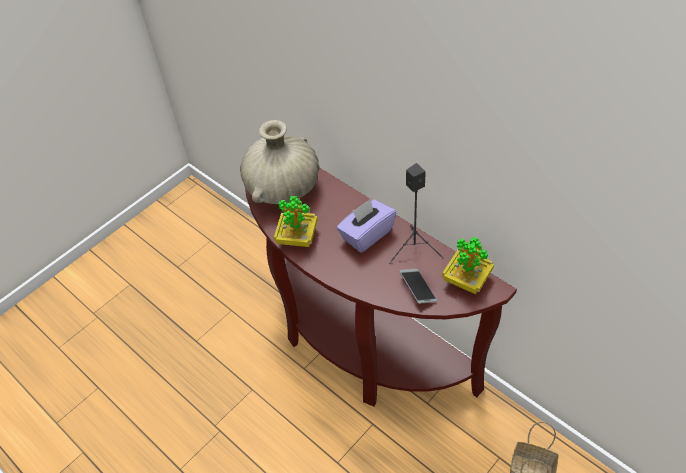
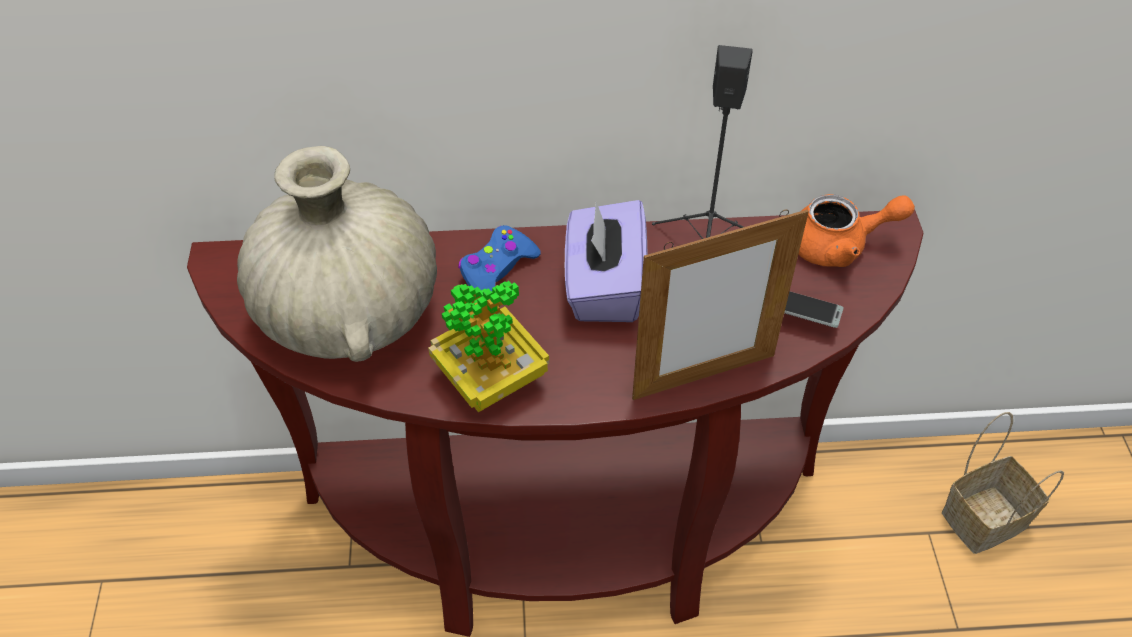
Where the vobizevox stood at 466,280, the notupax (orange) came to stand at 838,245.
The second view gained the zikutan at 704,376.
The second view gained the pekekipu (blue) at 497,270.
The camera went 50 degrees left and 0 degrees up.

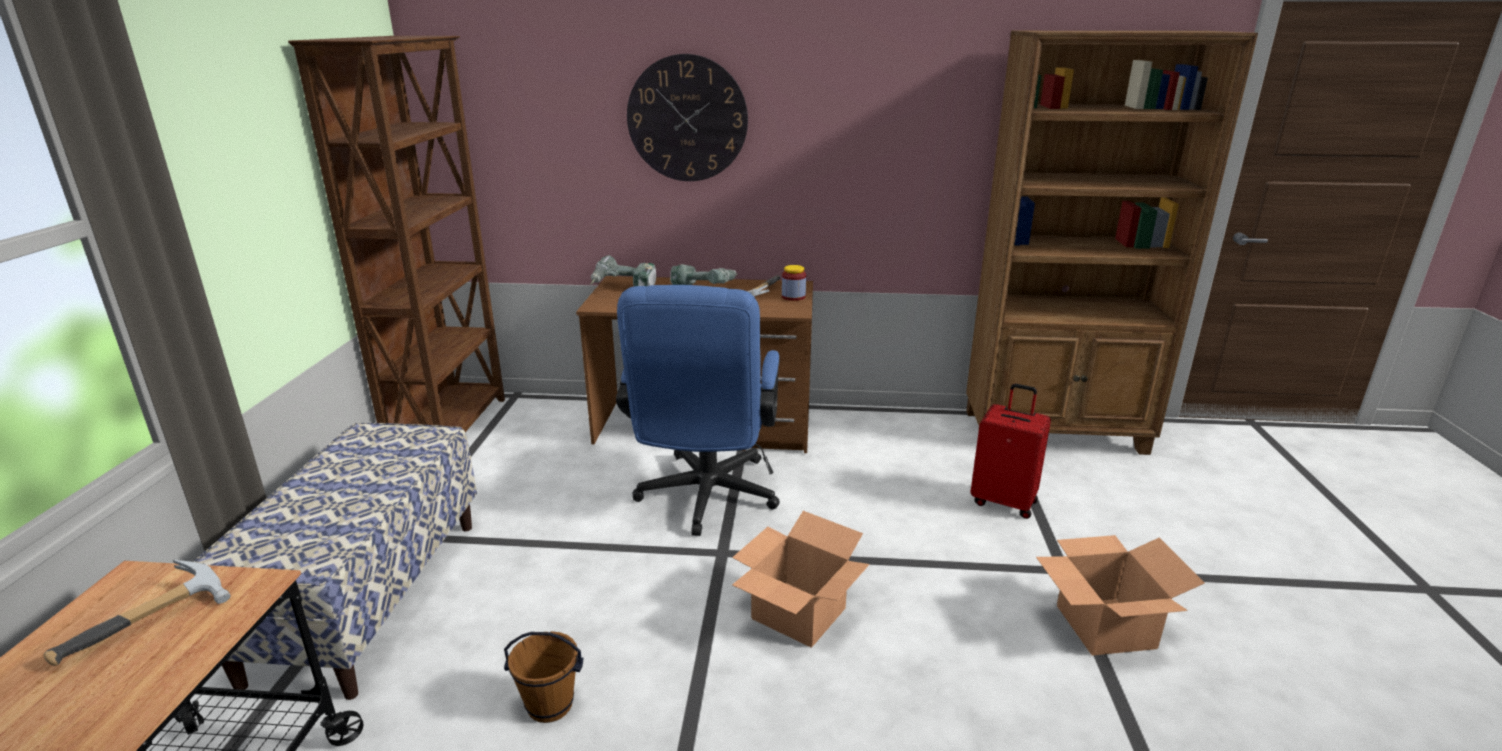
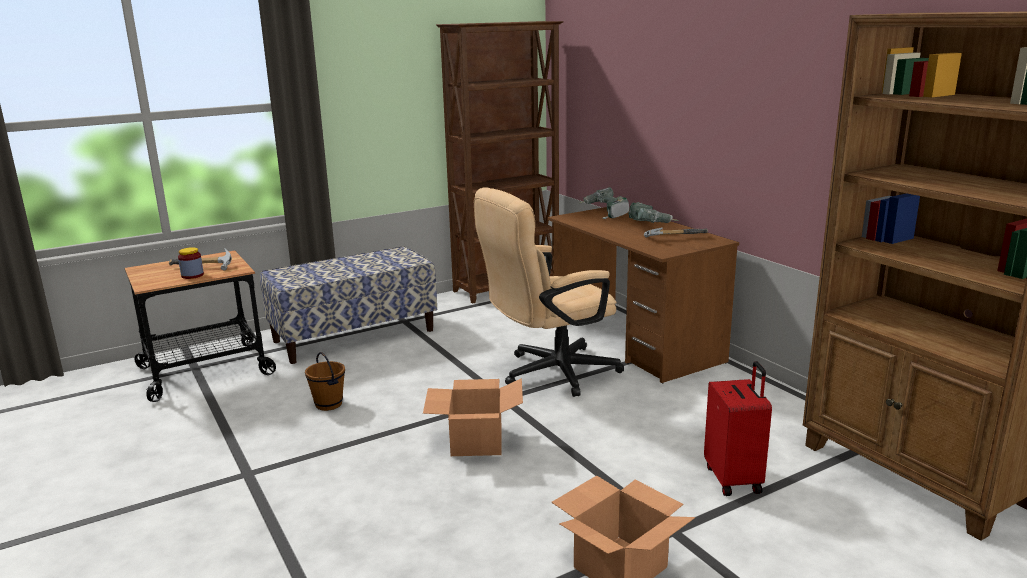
The second view lost the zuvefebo at 687,119.
The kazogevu ended up elsewhere, having gone from 793,297 to 192,275.
What was the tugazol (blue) at 705,500 turned into the tugazol (beige) at 549,374.
The camera went 55 degrees right and 5 degrees down.

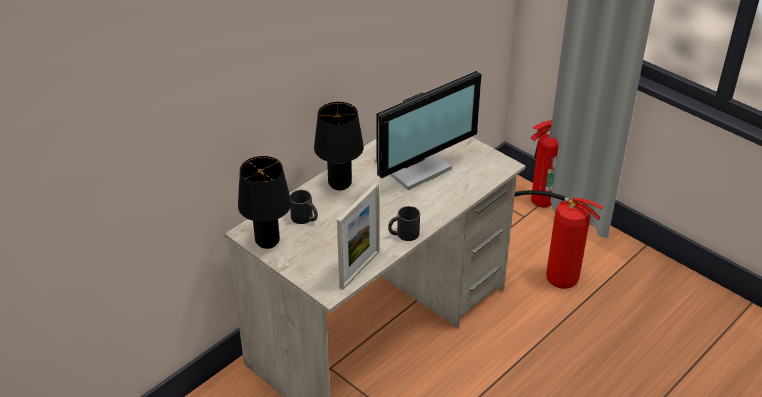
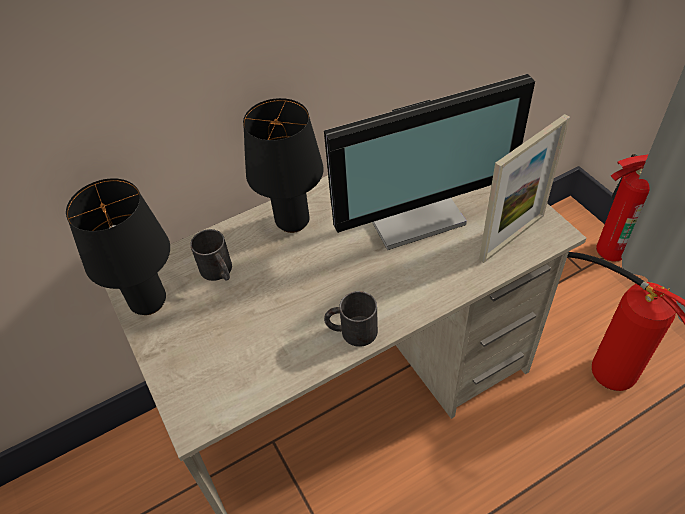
The zikutan ended up elsewhere, having gone from 359,269 to 512,237.
The camera went 20 degrees right and 10 degrees up.

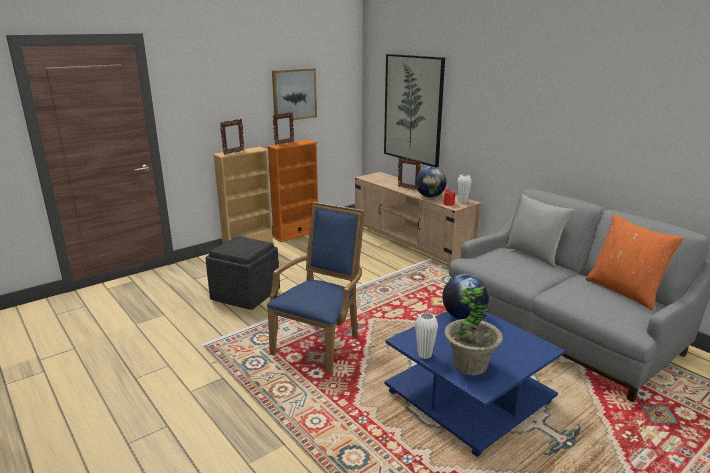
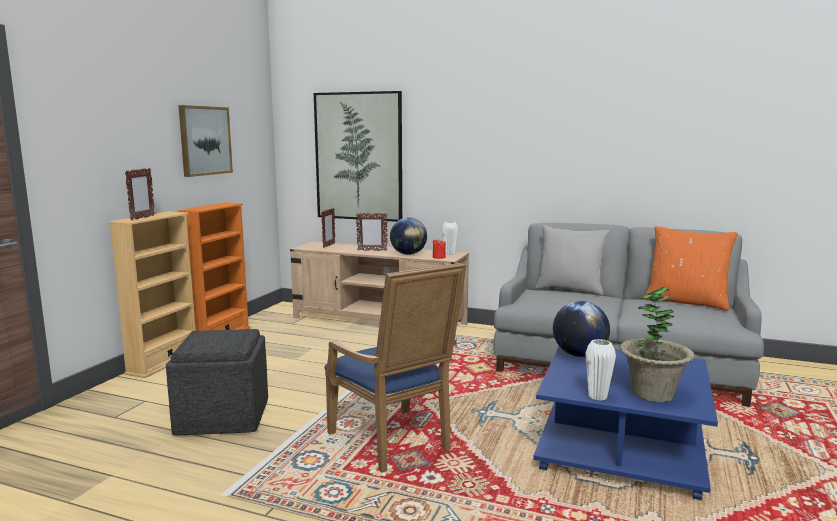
The zikutan ended up elsewhere, having gone from 284,143 to 328,245.
The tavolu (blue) at 320,343 ended up facing another way, 150 degrees clockwise from before.
The camera went 30 degrees left and 10 degrees down.

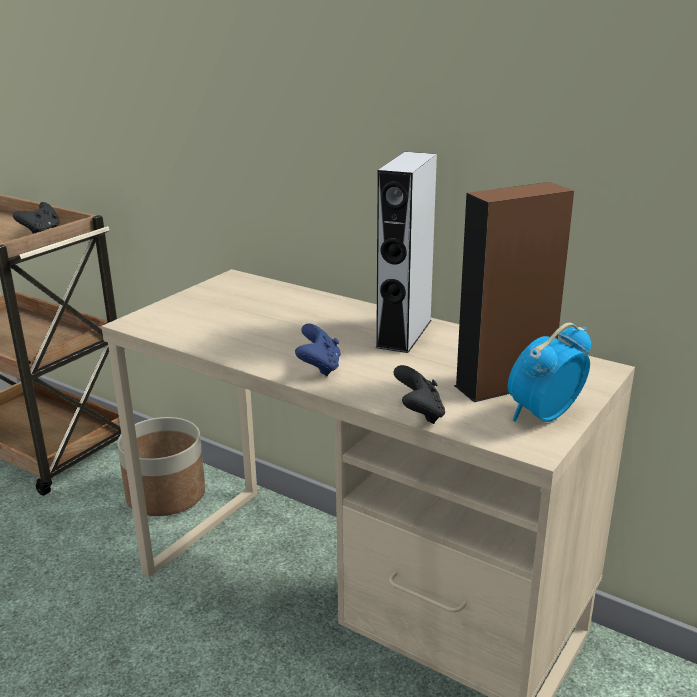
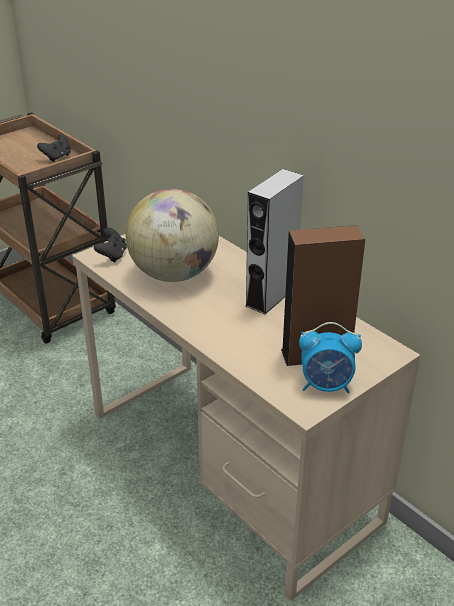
The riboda at 543,416 ended up facing another way, 150 degrees counterclockwise from before.
The second view lost the pekekipu (blue) at 319,367.
The pekekipu (black) ended up elsewhere, having gone from 419,414 to 112,256.
The second view lost the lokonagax at 166,494.
The second view gained the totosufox at 174,274.
The camera went 15 degrees right and 10 degrees up.

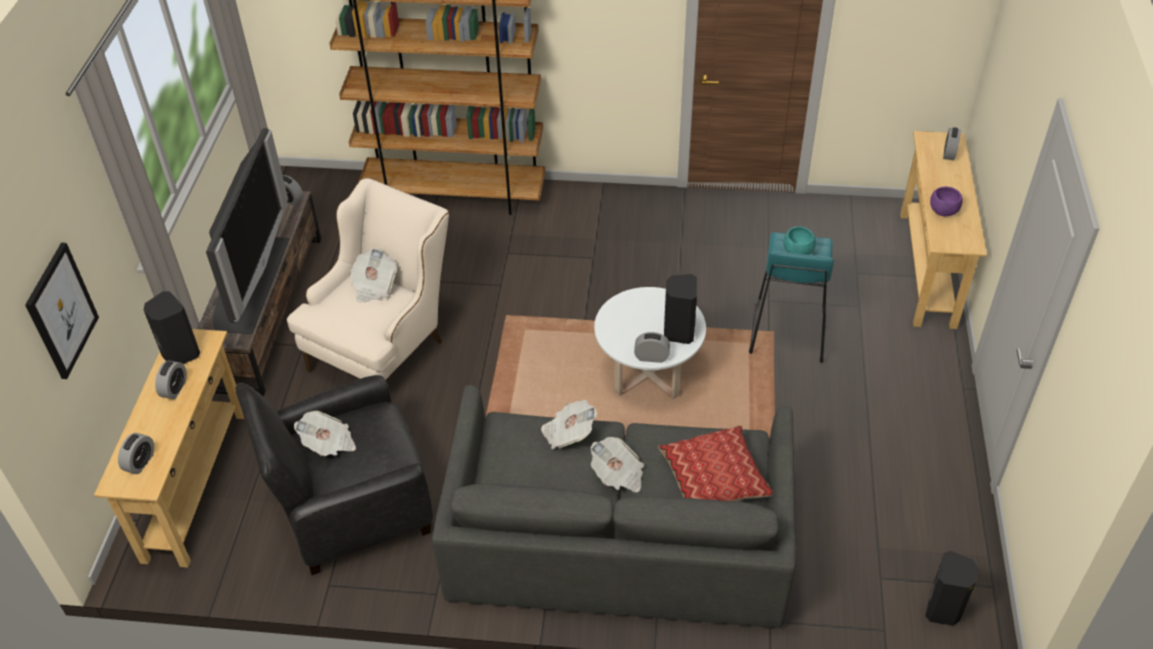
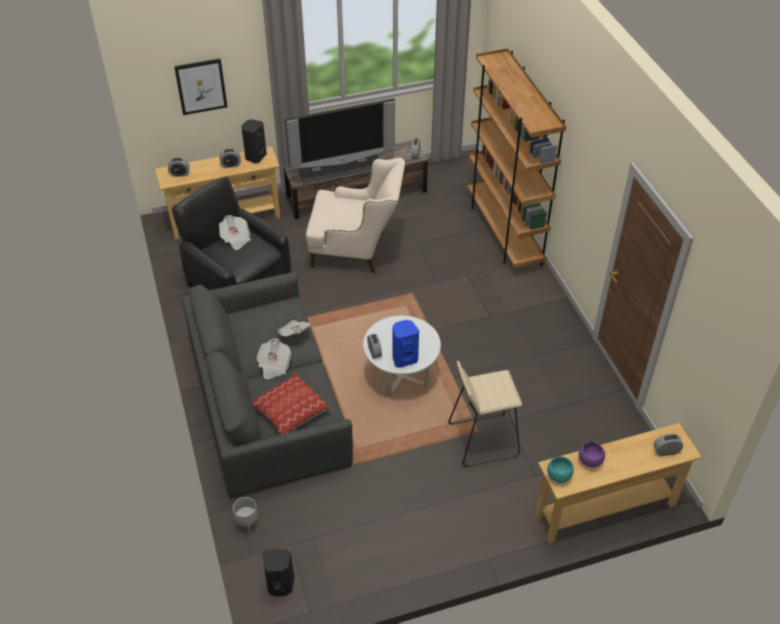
The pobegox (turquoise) ended up elsewhere, having gone from 797,252 to 558,476.
What was the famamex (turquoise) at 787,333 turned into the famamex (beige) at 482,439.
The second view lost the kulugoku at 373,286.
What was the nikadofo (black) at 678,331 turned into the nikadofo (blue) at 404,358.
The second view gained the lokonagax (grey) at 247,523.
The camera went 65 degrees right and 0 degrees up.

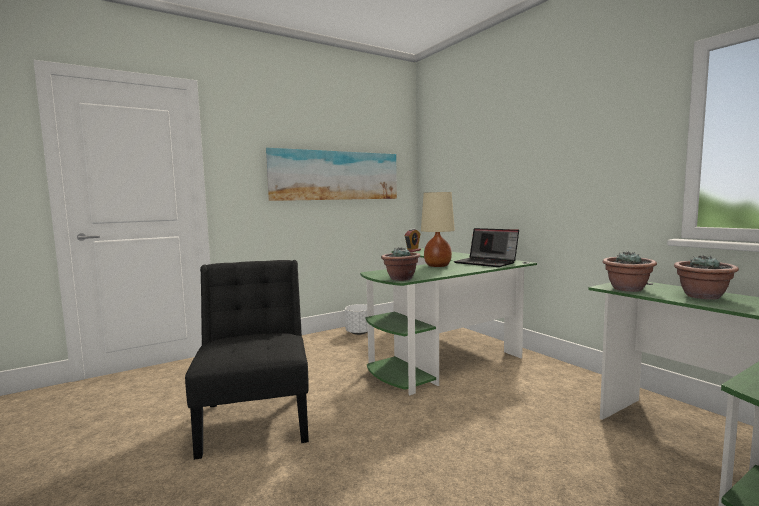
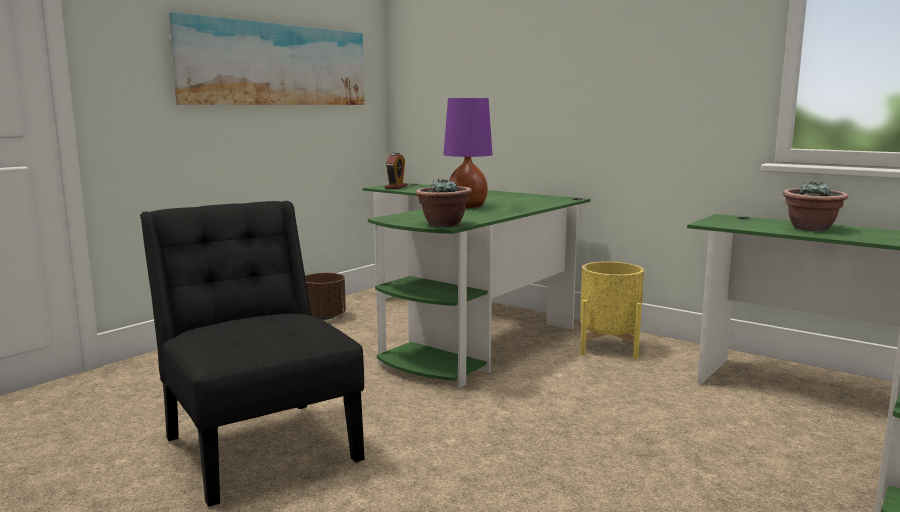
What was the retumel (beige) at 437,266 turned into the retumel (purple) at 466,206.
The second view lost the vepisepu at 486,263.
The second view lost the vobizevox at 627,289.
What was the lokonagax (white) at 359,332 turned into the lokonagax (brown) at 324,317.
The second view gained the lokonagax (yellow) at 608,347.
The camera went 20 degrees left and 5 degrees up.

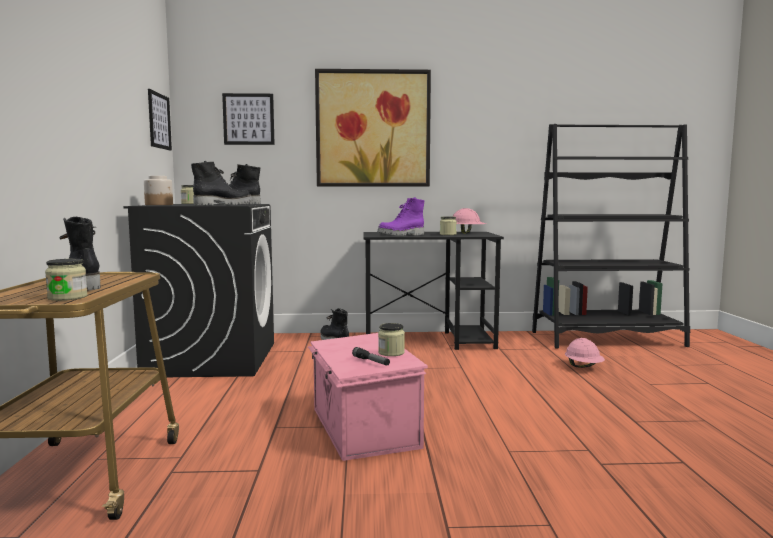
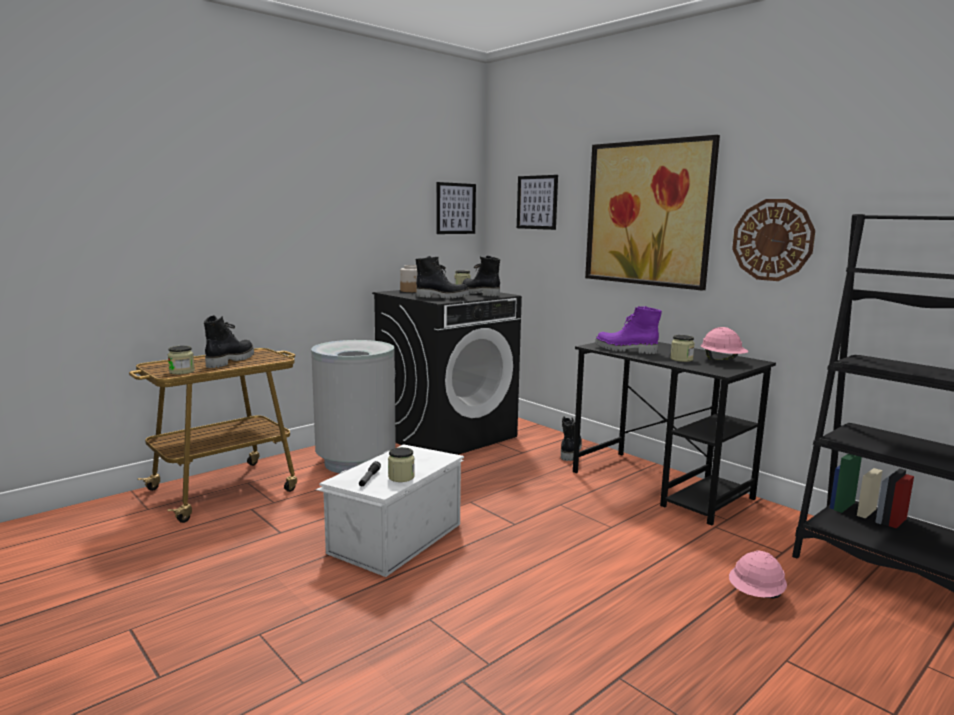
What was the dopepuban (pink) at 362,428 turned into the dopepuban (white) at 394,538.
The second view gained the zuvefebo at 772,240.
The second view gained the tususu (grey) at 356,462.
The camera went 50 degrees right and 5 degrees up.

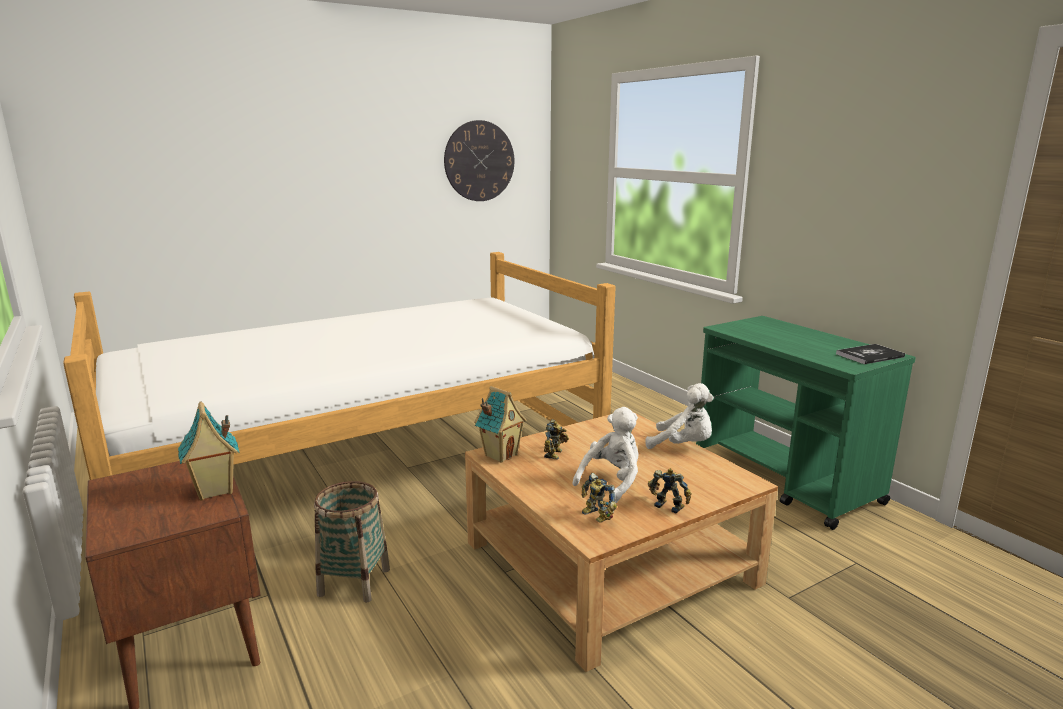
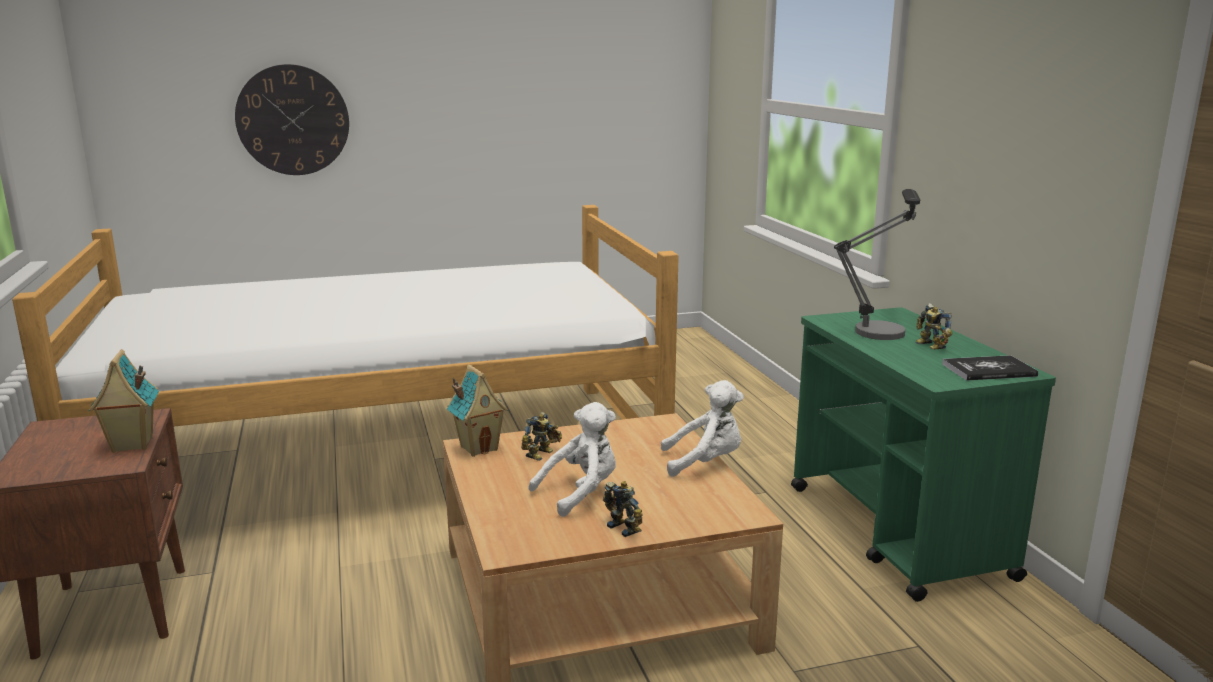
The zuvefebo ended up elsewhere, having gone from 479,161 to 293,120.
The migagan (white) at 683,446 ended up facing another way, 45 degrees counterclockwise from before.
The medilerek ended up elsewhere, having gone from 595,516 to 929,346.
The second view lost the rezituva at 354,582.
The second view gained the retumel at 882,328.
The camera went 15 degrees right and 0 degrees up.

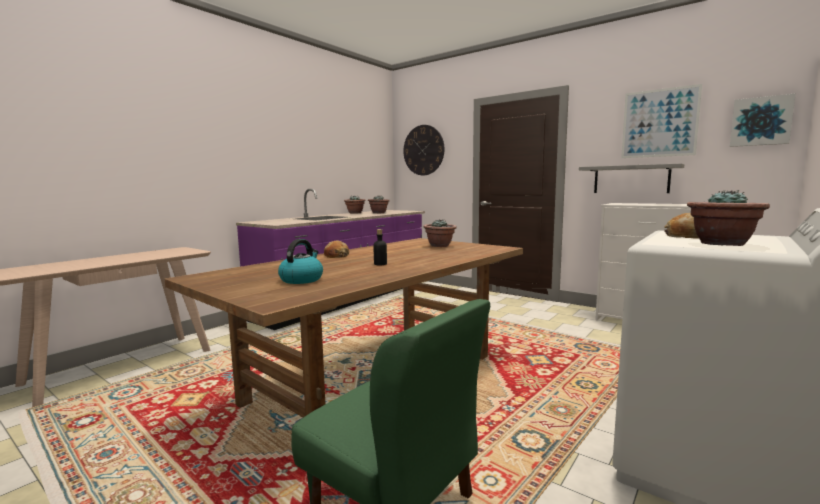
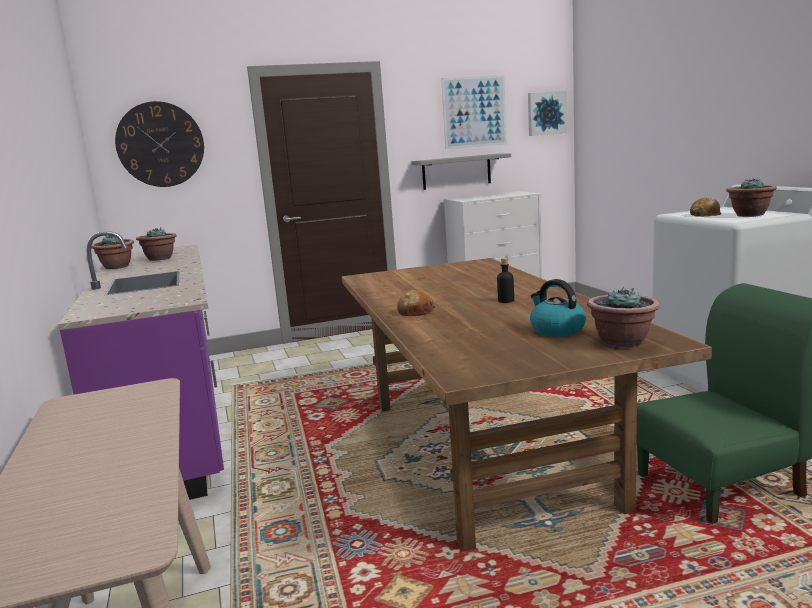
The vobizevox ended up elsewhere, having gone from 440,246 to 622,342.
The camera went 55 degrees left and 5 degrees up.

